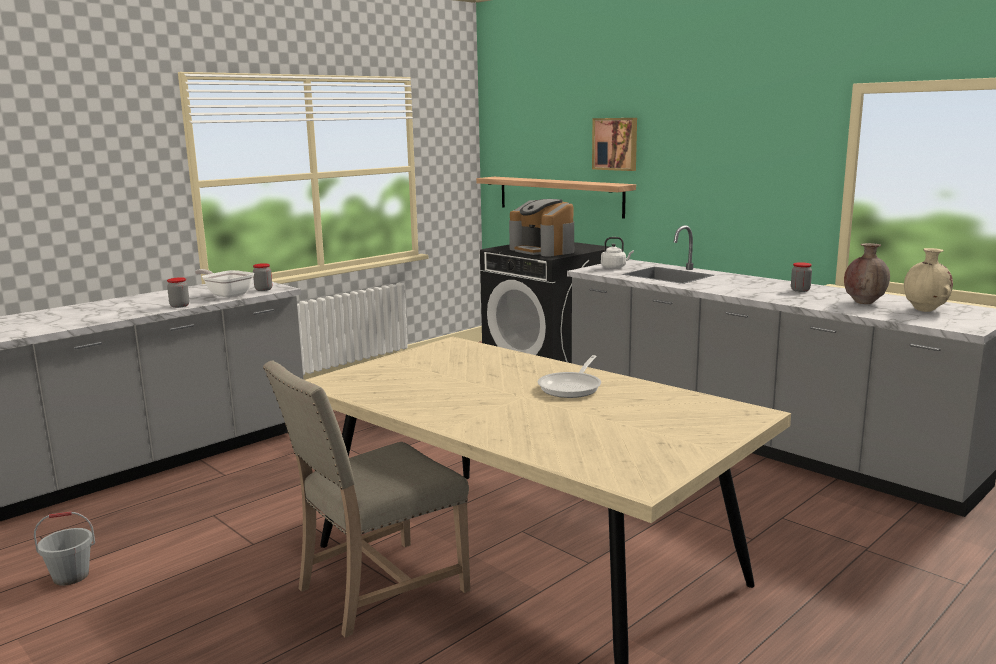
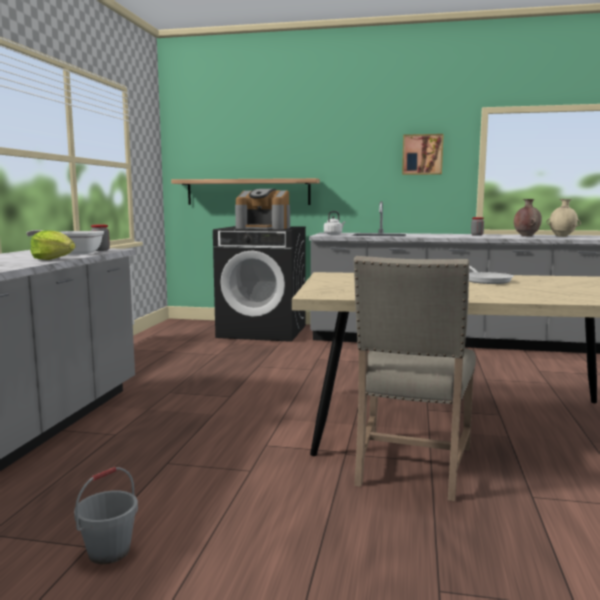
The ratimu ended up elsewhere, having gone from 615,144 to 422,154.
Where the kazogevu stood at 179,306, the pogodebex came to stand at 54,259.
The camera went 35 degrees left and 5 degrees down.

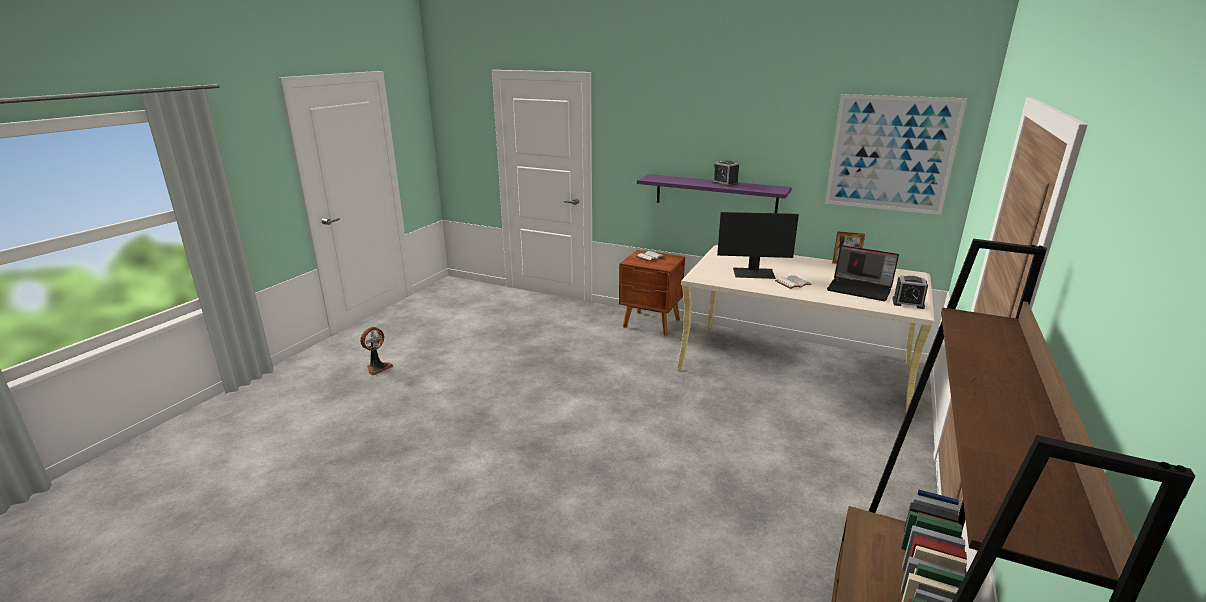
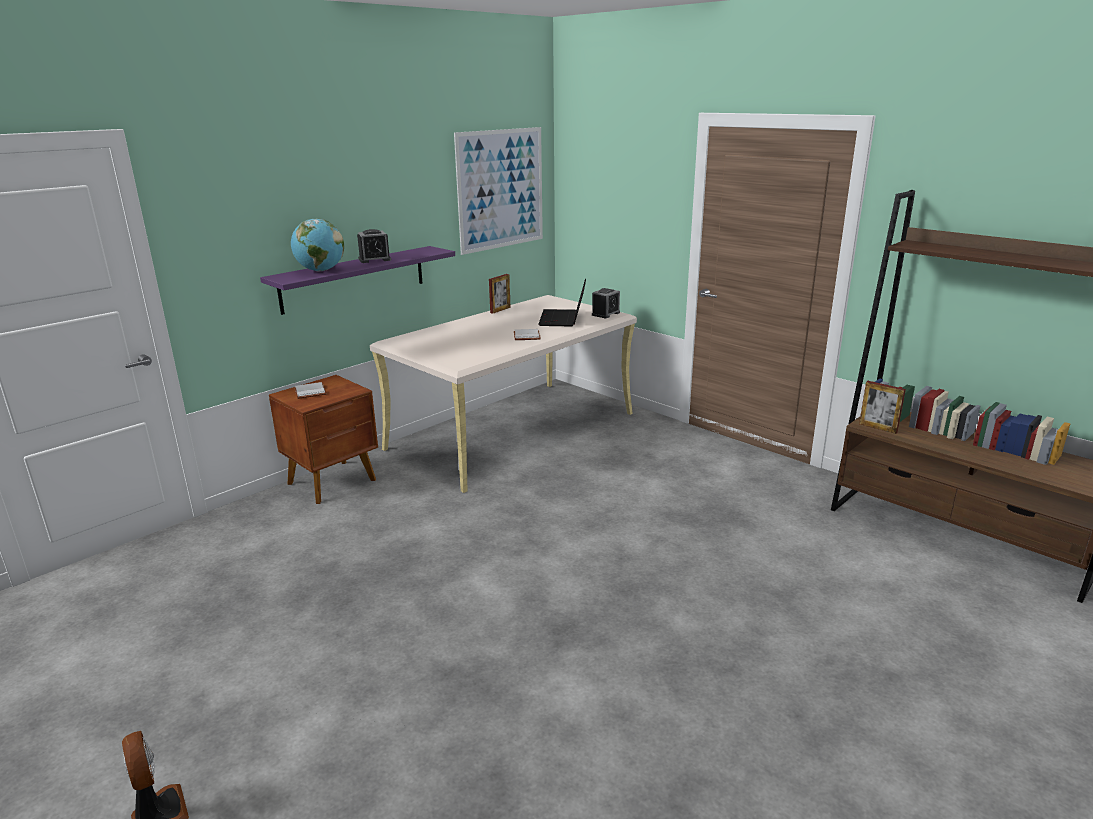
The second view lost the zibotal at 754,273.
The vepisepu at 860,289 ended up facing another way, 135 degrees clockwise from before.
The second view gained the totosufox at 320,271.
The second view gained the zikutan at 878,428.
The camera went 70 degrees left and 0 degrees up.

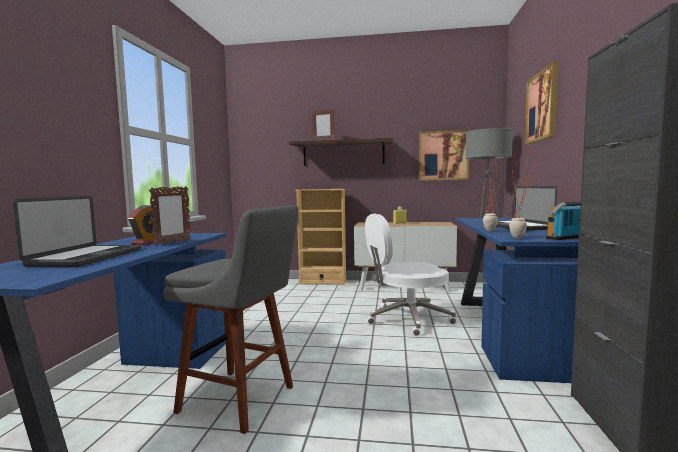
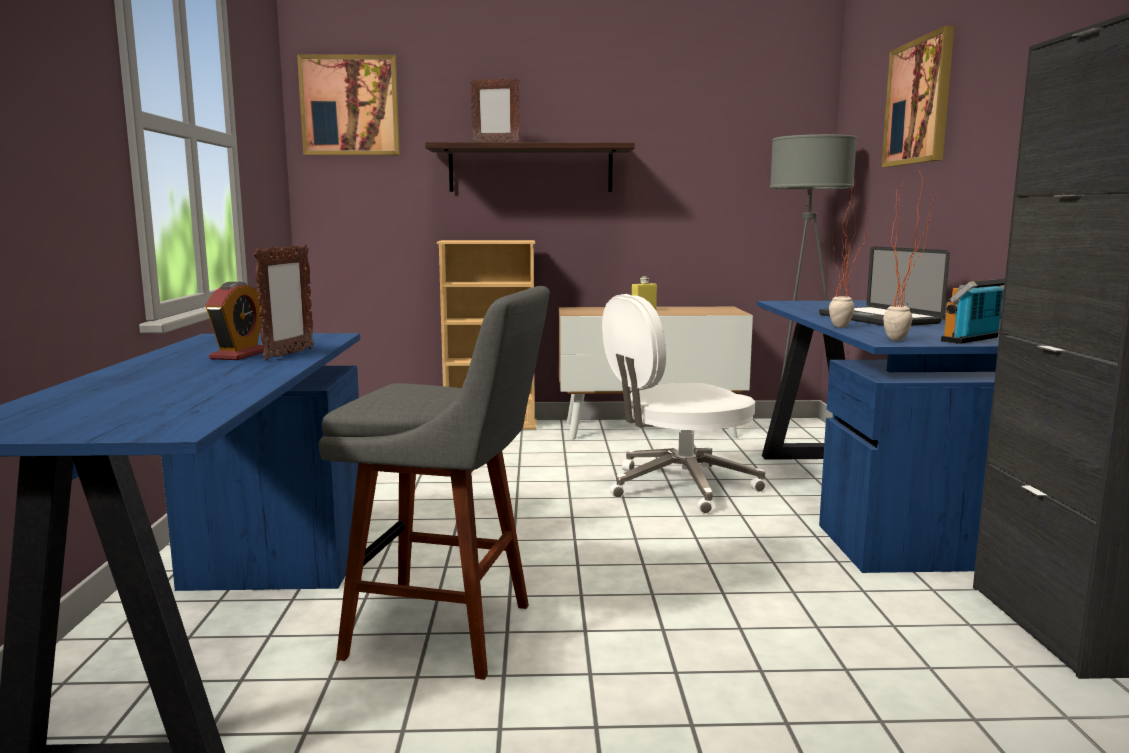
The ratimu ended up elsewhere, having gone from 443,155 to 350,106.
The second view lost the vepisepu at 87,257.
The camera went 10 degrees left and 5 degrees up.

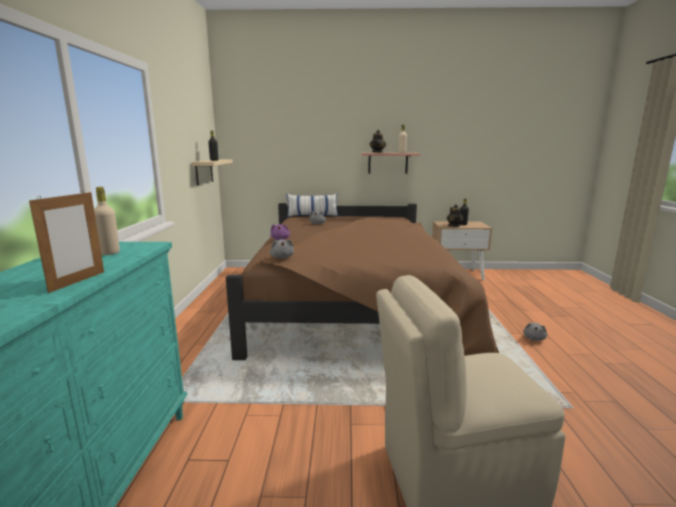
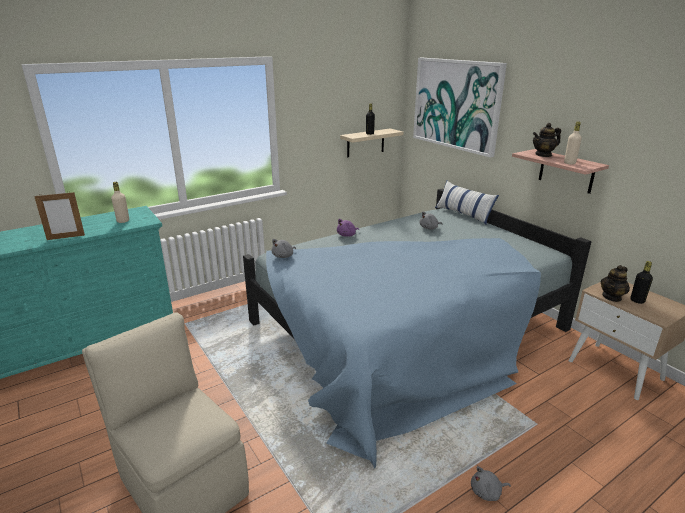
What was the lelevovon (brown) at 354,305 turned into the lelevovon (blue) at 407,332.
The second view gained the ratimu at 456,104.
The camera went 55 degrees right and 10 degrees up.

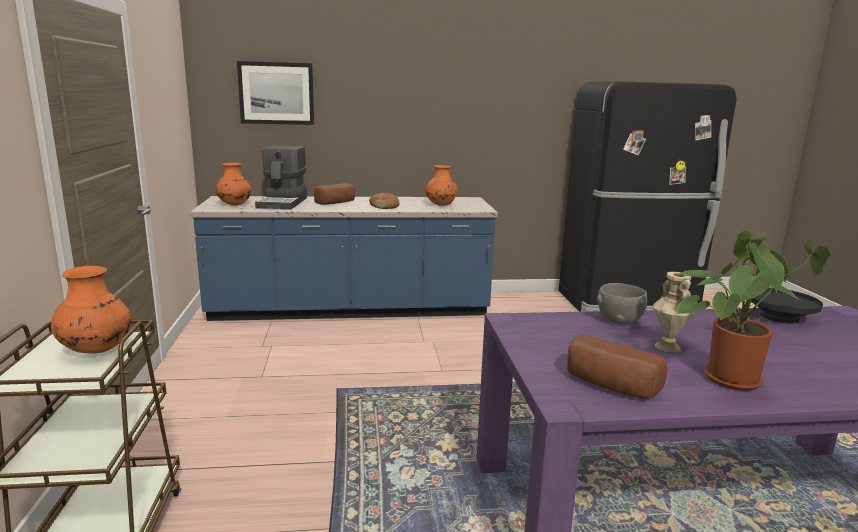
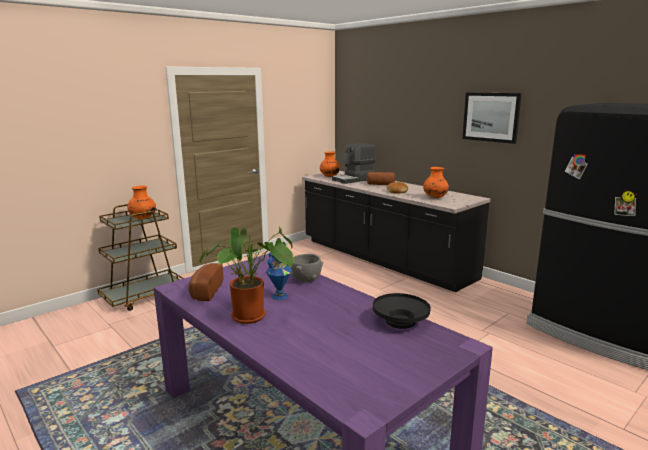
The ratimu ended up elsewhere, having gone from 276,93 to 491,117.
What was the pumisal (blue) at 350,309 turned into the pumisal (black) at 383,259.
What was the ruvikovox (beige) at 666,347 turned into the ruvikovox (blue) at 279,296.
The camera went 55 degrees right and 0 degrees up.

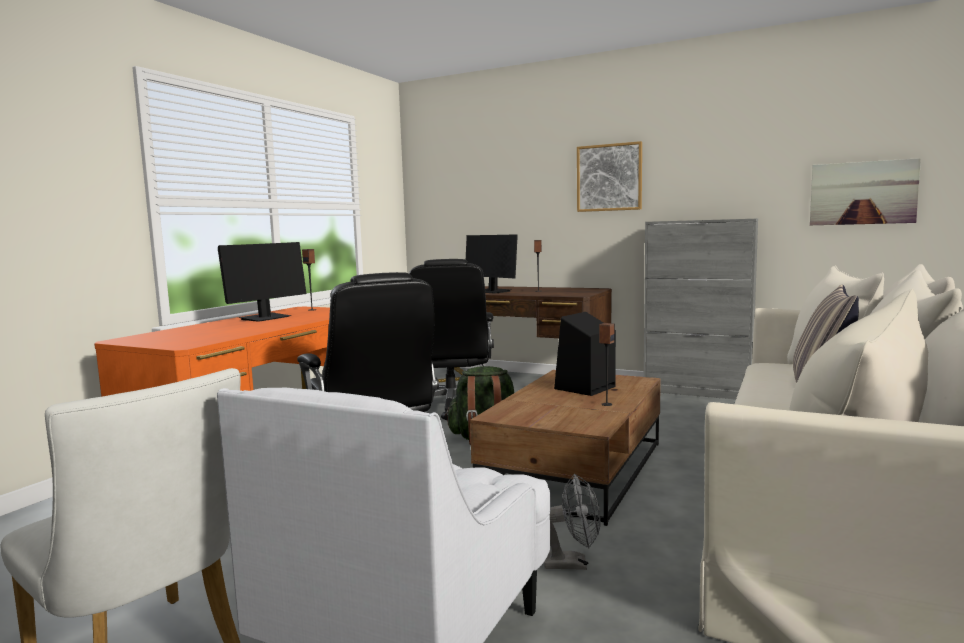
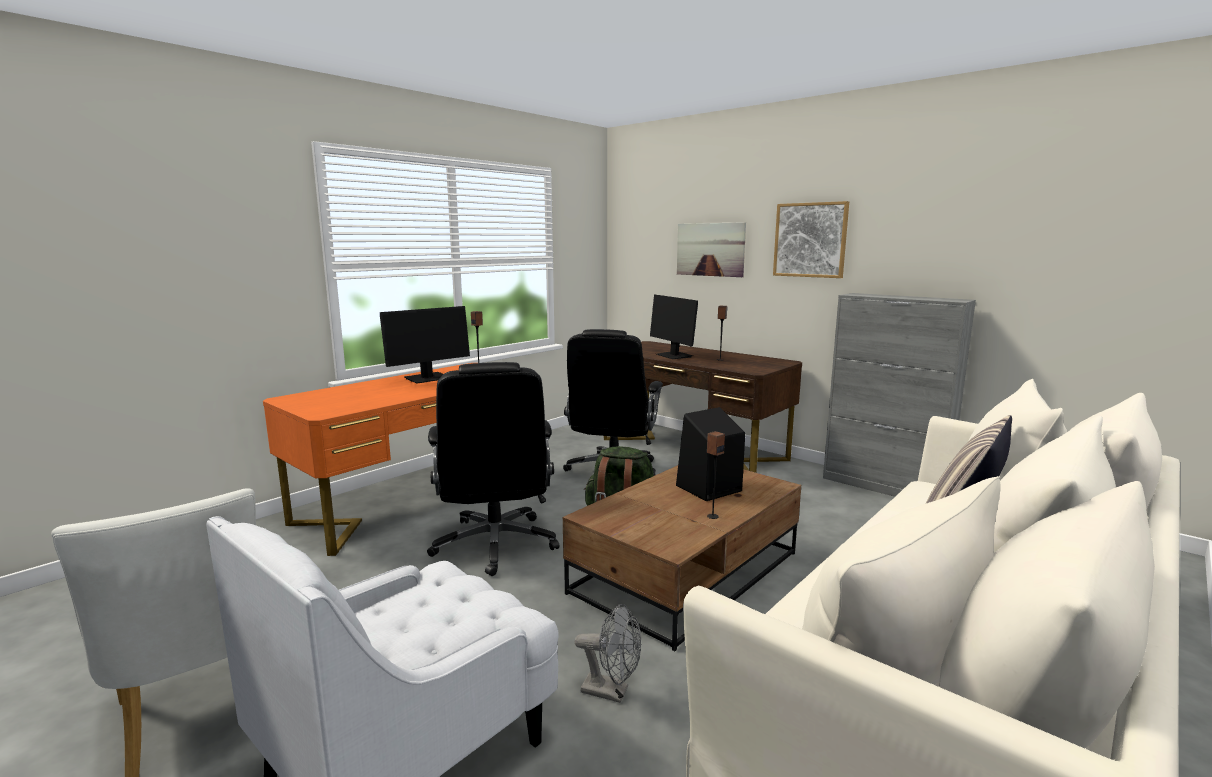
The ratimu ended up elsewhere, having gone from 862,193 to 710,249.
The camera went 15 degrees right and 5 degrees up.

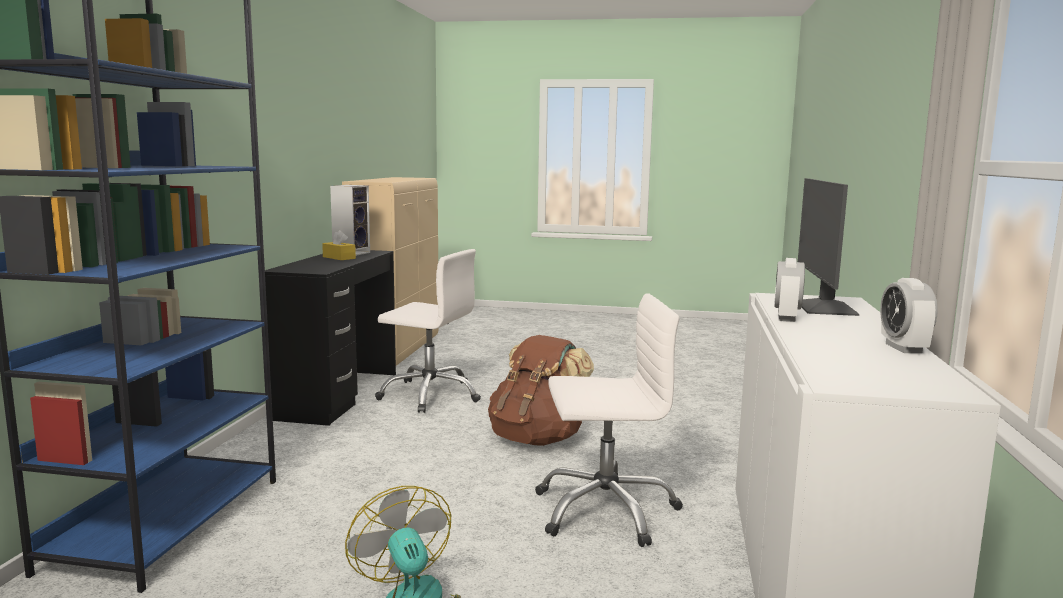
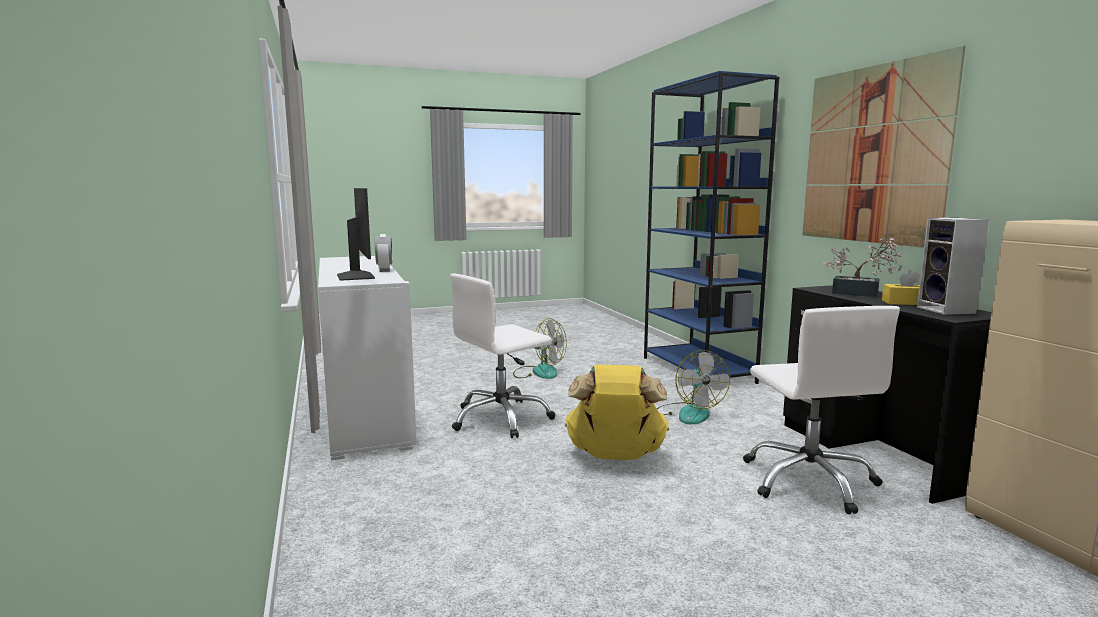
The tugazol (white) at 430,395 ended up facing another way, 90 degrees counterclockwise from before.
The second view lost the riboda at 903,348.
What was the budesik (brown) at 537,439 turned into the budesik (yellow) at 615,456.
The second view gained the ratimu at 872,155.
The second view gained the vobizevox at 861,294.
The second view gained the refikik at 689,413.
The camera went 150 degrees right and 0 degrees up.

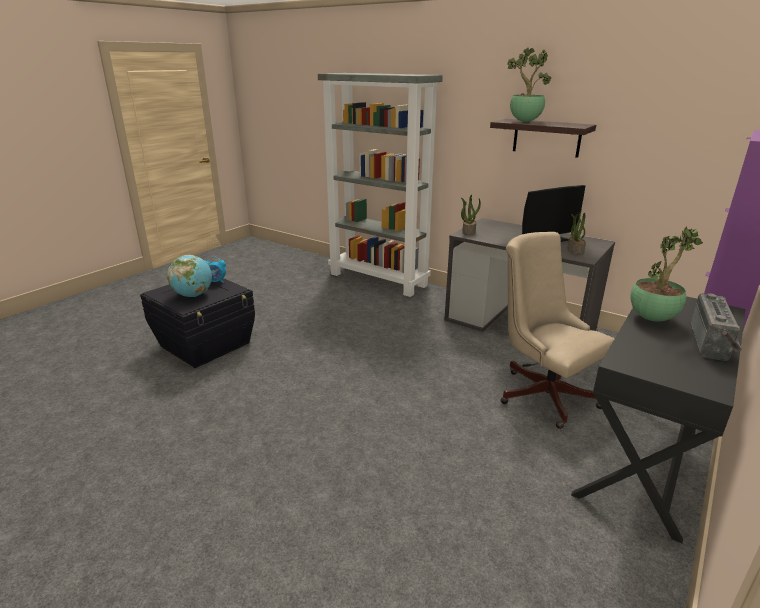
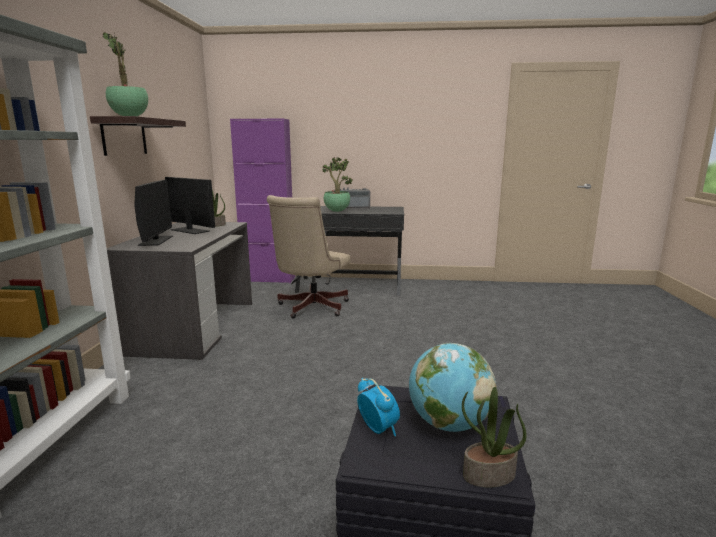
The vobizevox ended up elsewhere, having gone from 468,232 to 488,475.
The second view gained the zibotal at 156,240.
The camera went 120 degrees left and 10 degrees down.

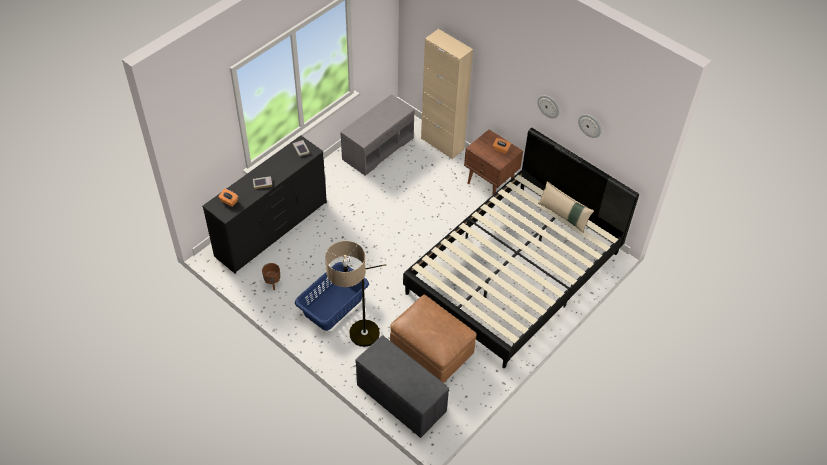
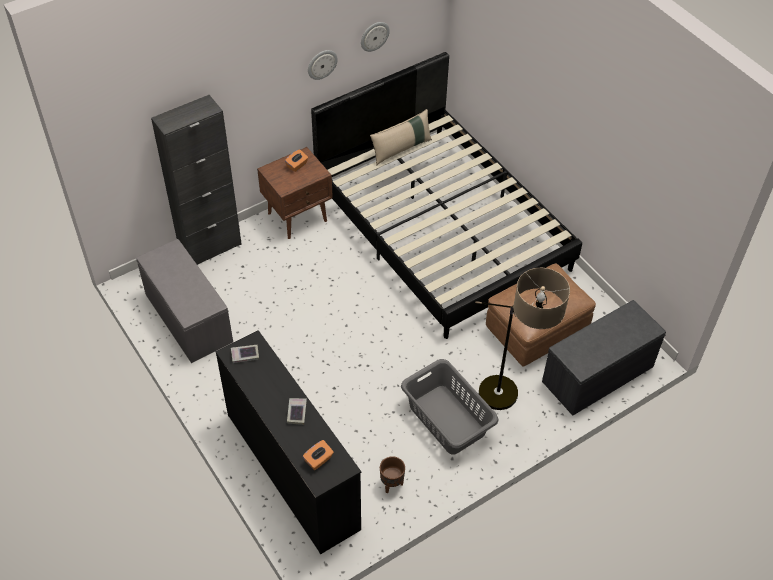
What was the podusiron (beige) at 442,144 turned into the podusiron (black) at 210,248.
What was the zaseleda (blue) at 333,306 turned into the zaseleda (grey) at 447,419.
The camera went 75 degrees left and 0 degrees up.

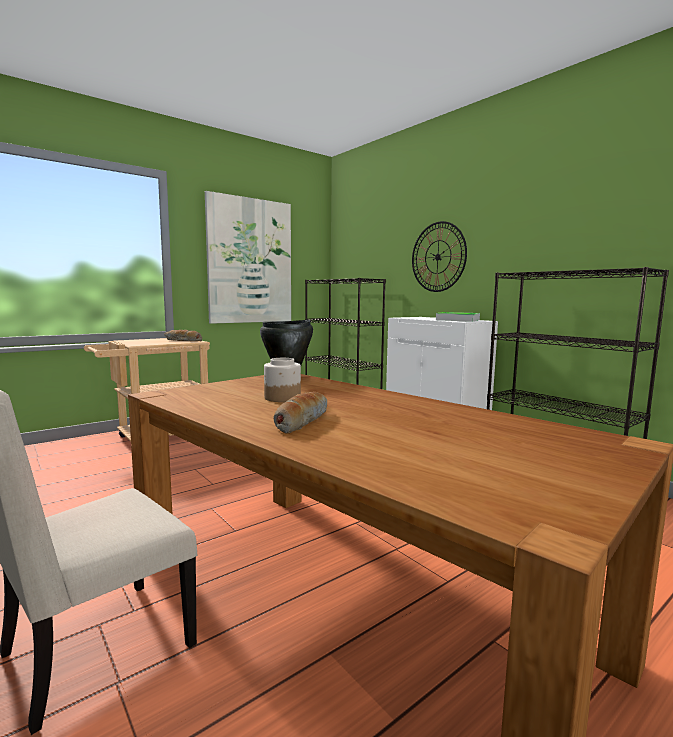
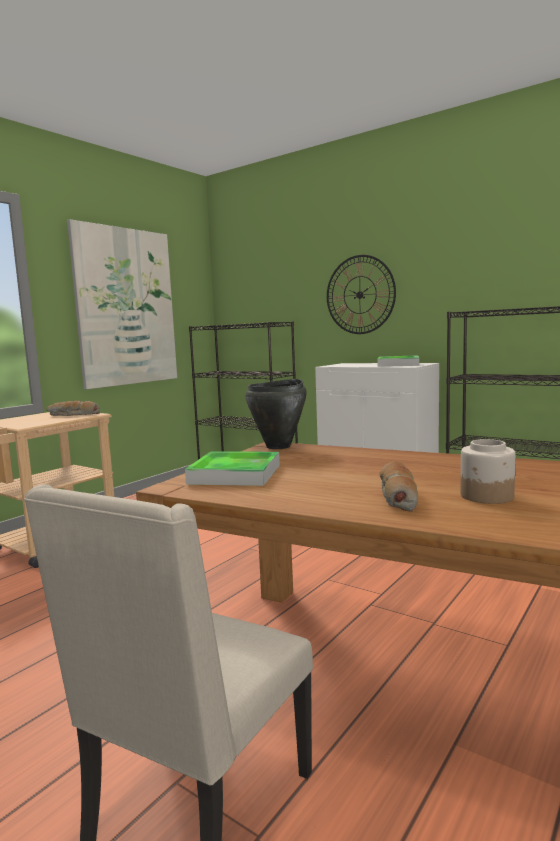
The kazogevu ended up elsewhere, having gone from 282,398 to 487,496.
The second view gained the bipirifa at 235,474.
The camera went 15 degrees left and 0 degrees up.

